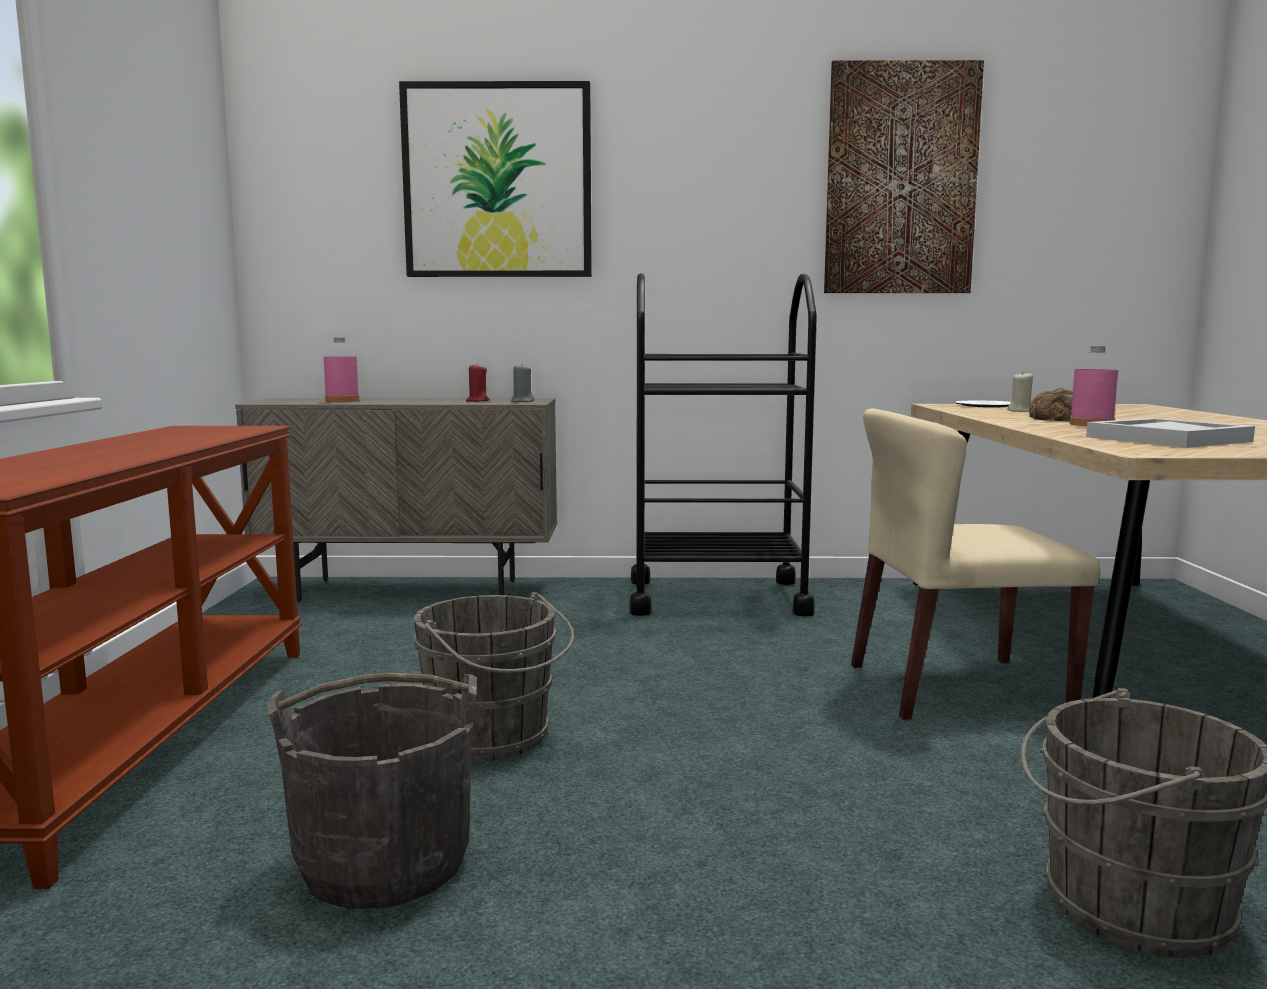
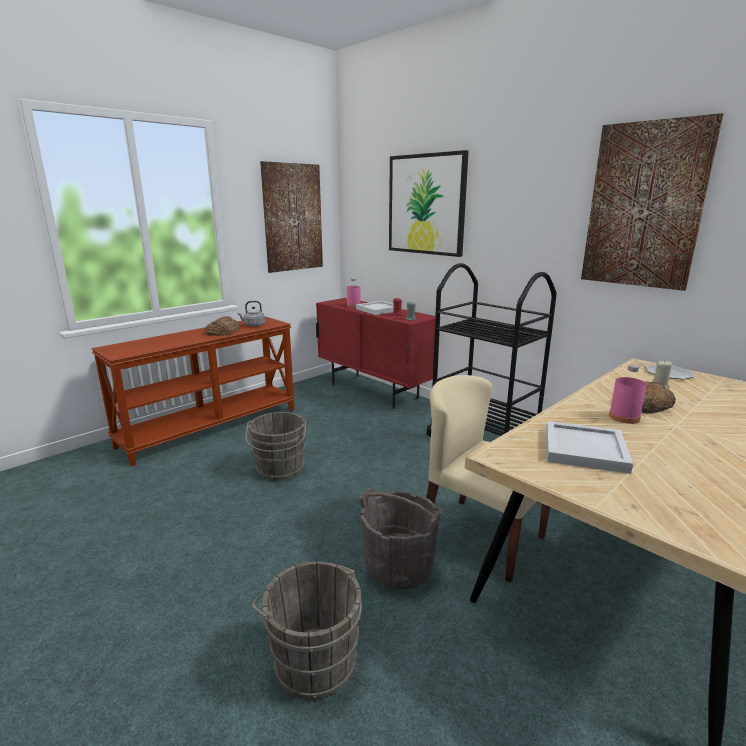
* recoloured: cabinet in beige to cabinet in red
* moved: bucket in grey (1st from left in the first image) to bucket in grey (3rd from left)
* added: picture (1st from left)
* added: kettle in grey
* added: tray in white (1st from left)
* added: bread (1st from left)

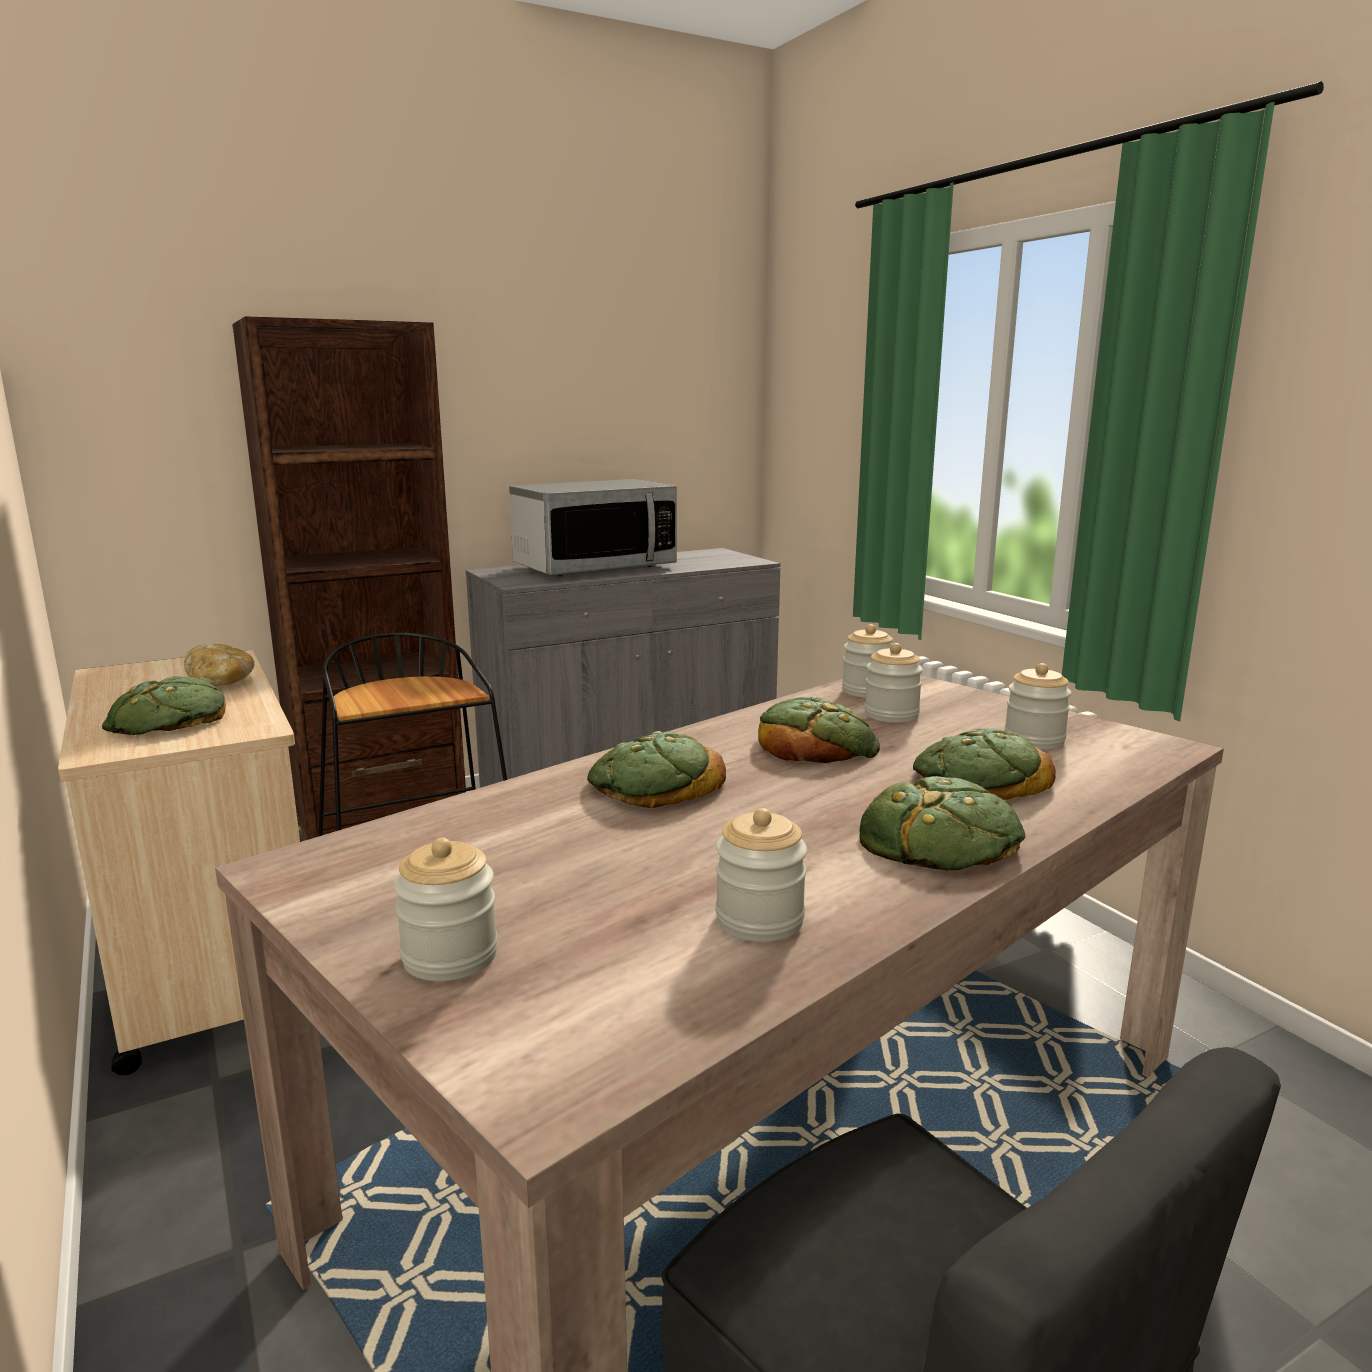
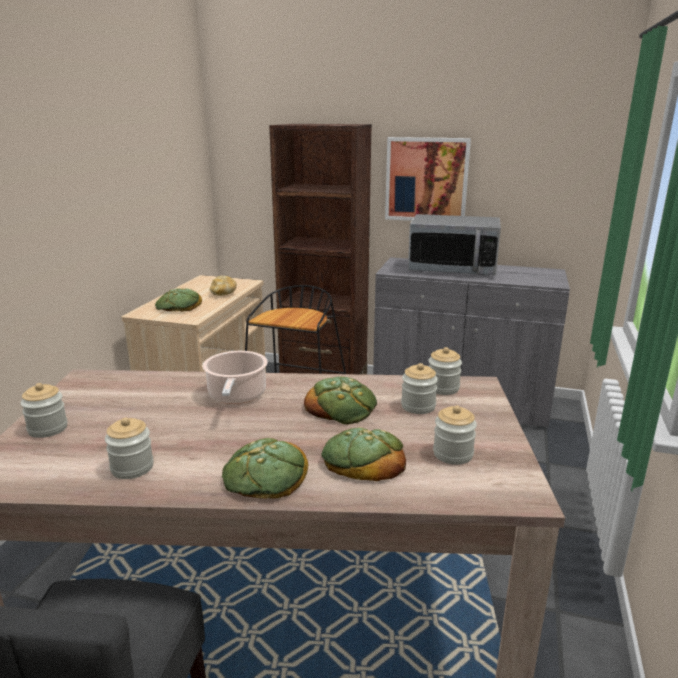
* replaced: bread (3rd from left) to cooking pot
* added: picture

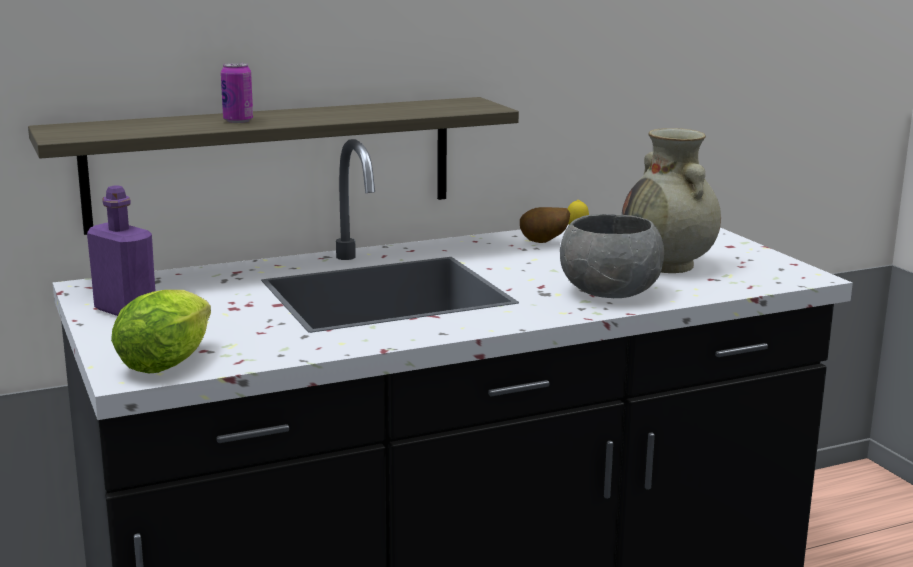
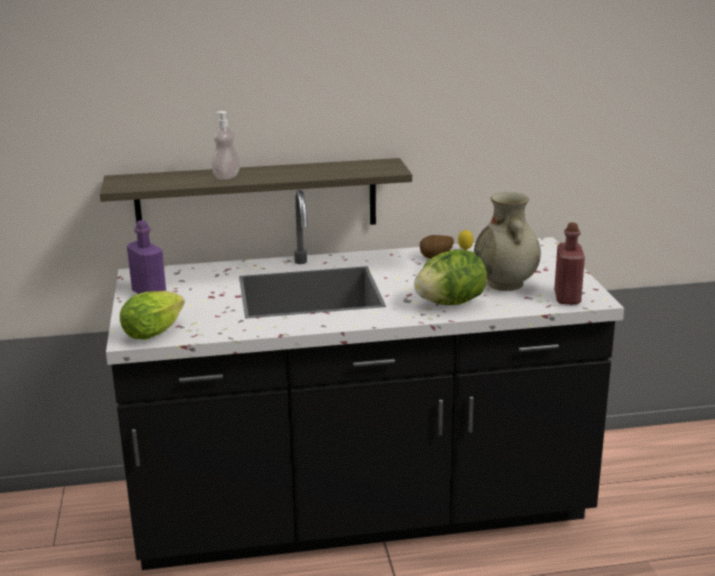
* replaced: can to soap dispenser
* replaced: bowl in grey to lettuce (2nd from left)
* added: bottle in red

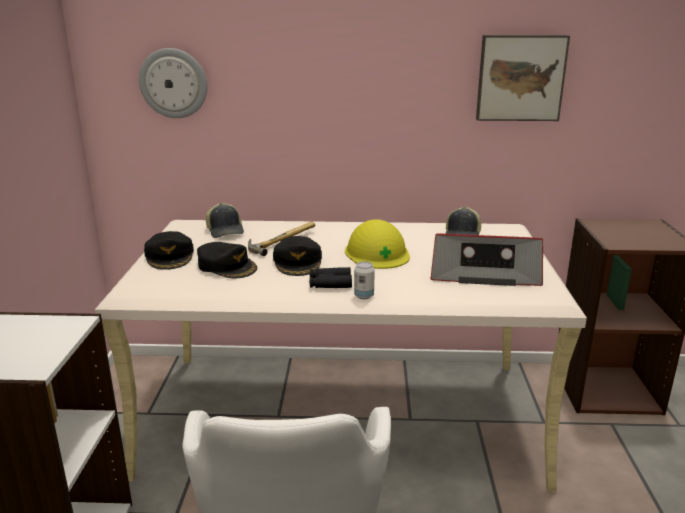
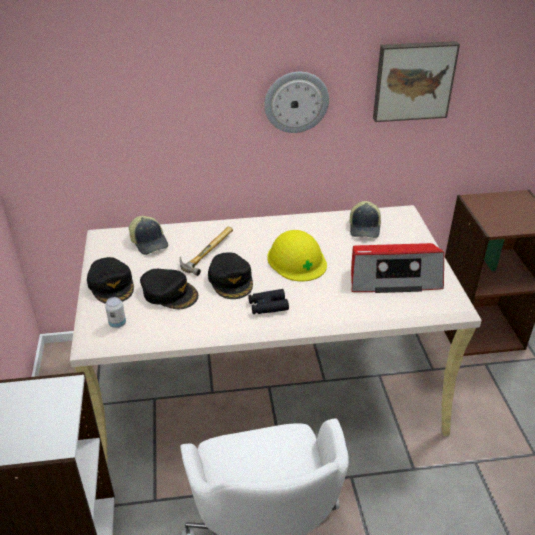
* moved: wall clock
* moved: can

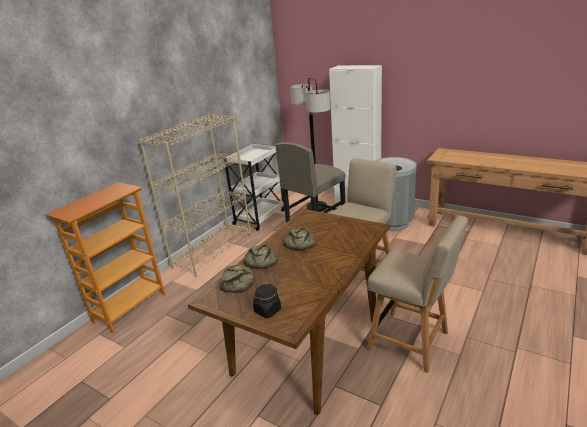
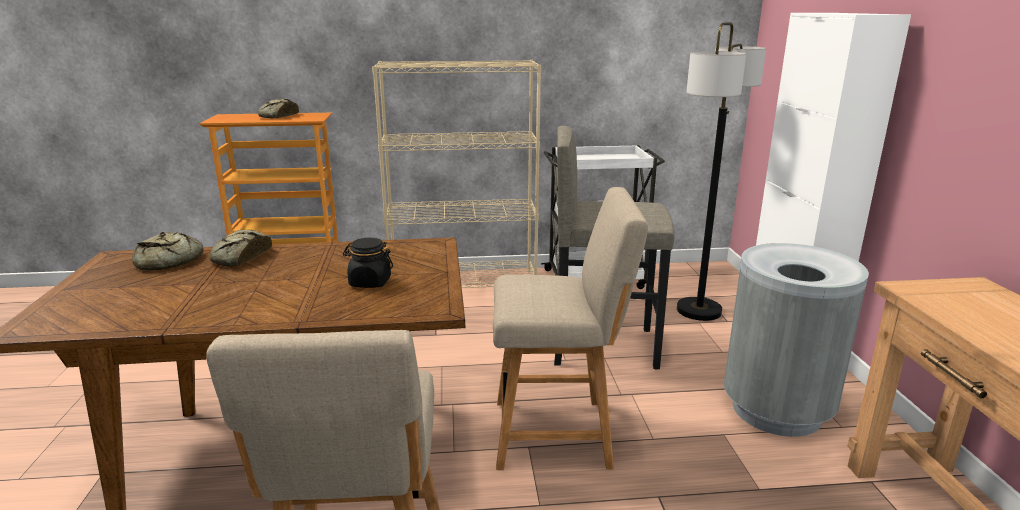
* moved: bread (3rd from left)
* moved: jar in black

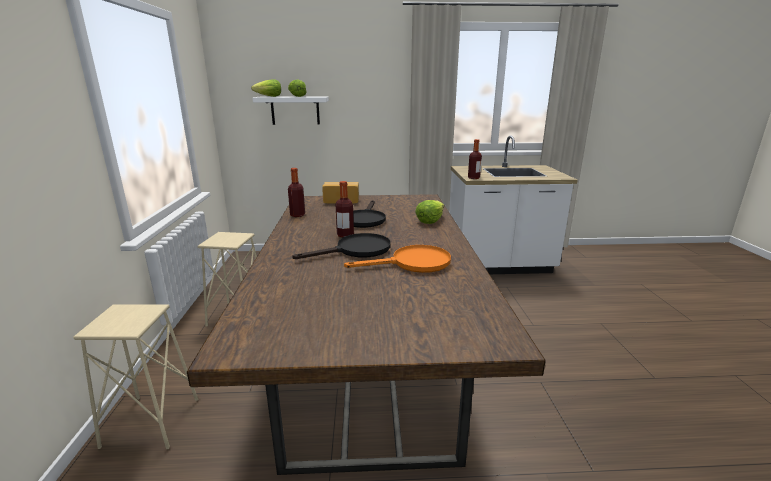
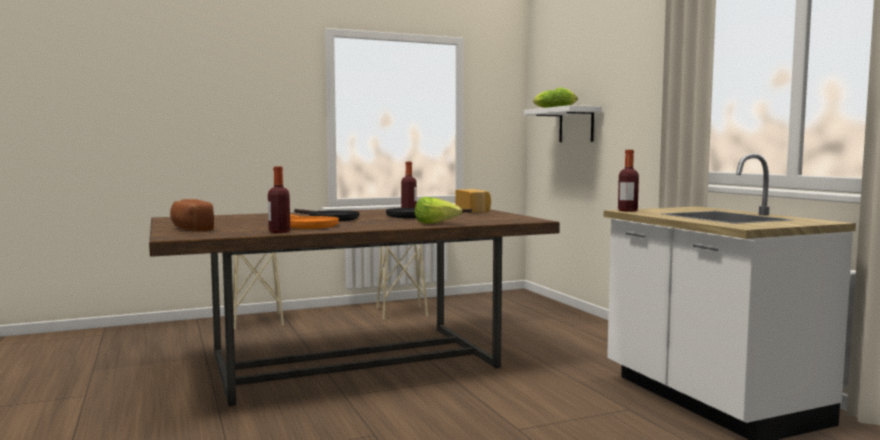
* moved: bottle (2nd from left in the first image) to bottle (1st from left)
* added: bread (1st from left)

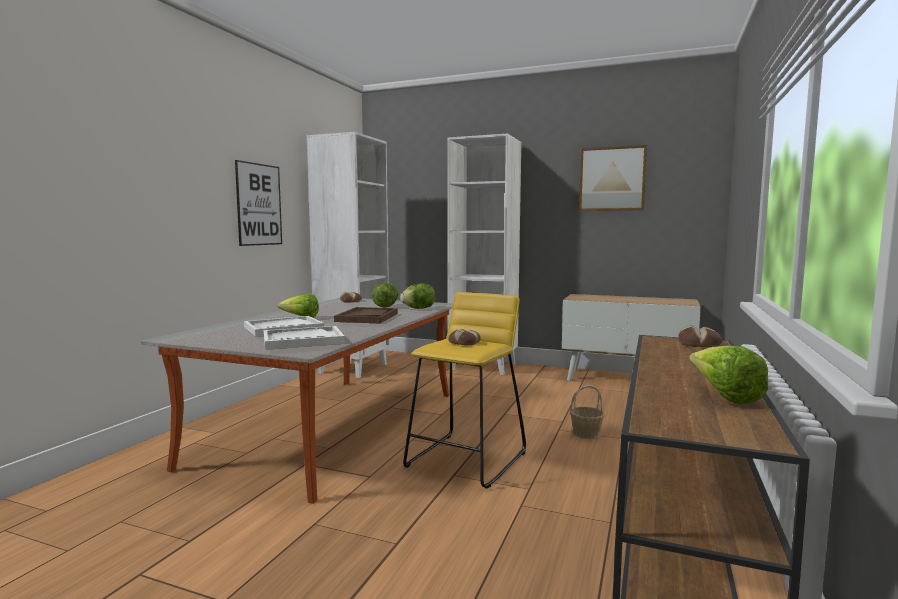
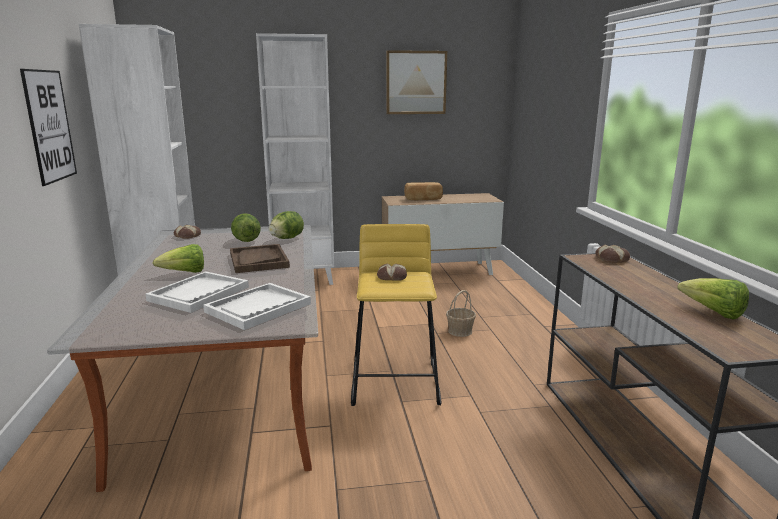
* added: bread (3rd from left)

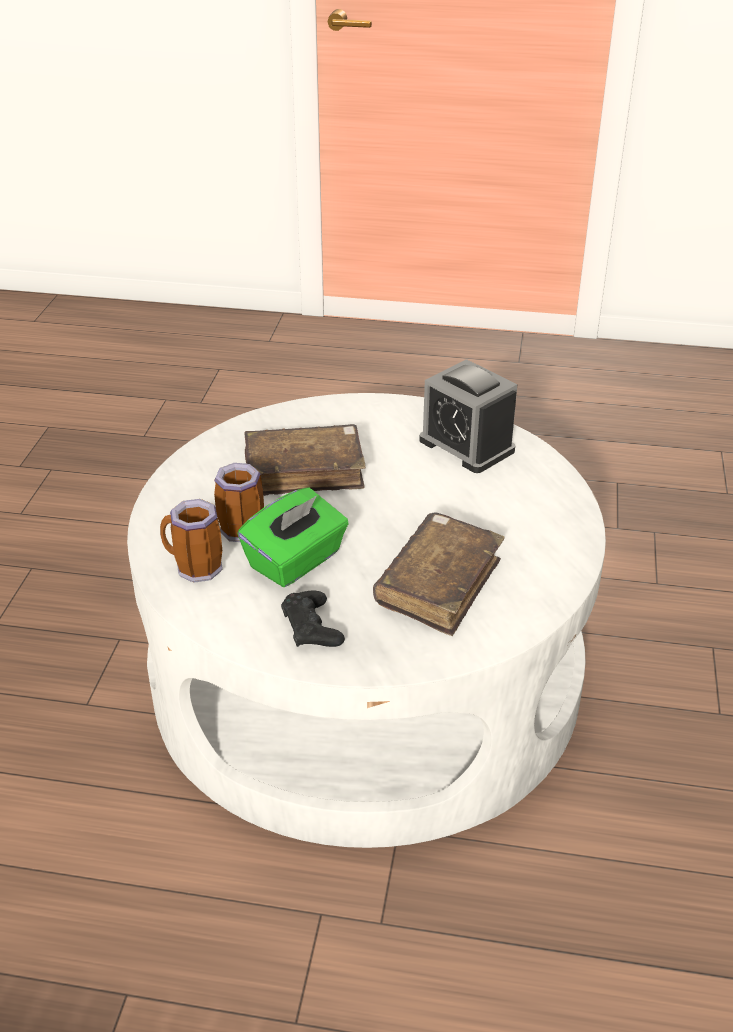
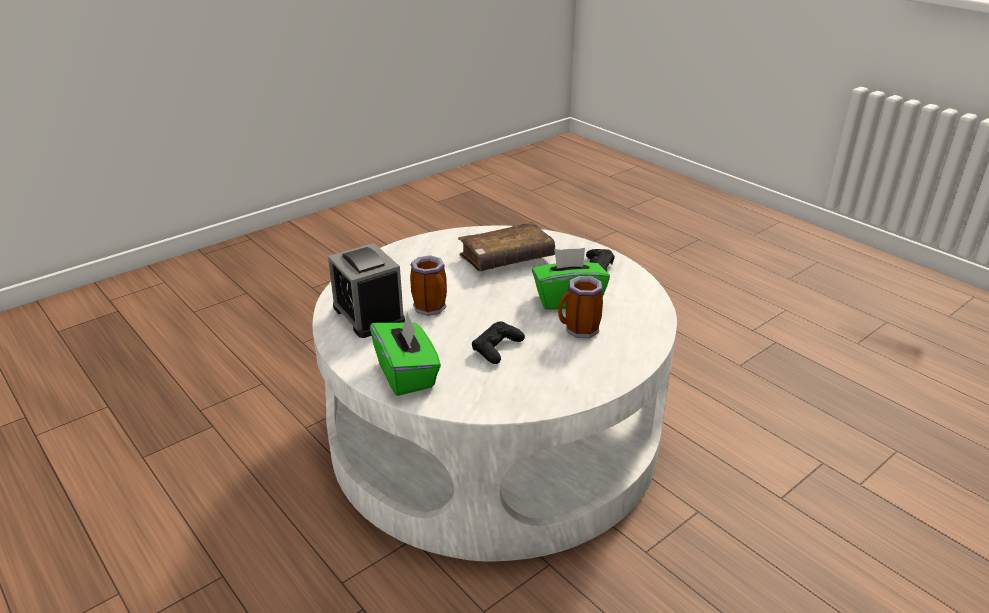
* turned: alarm clock 150 degrees clockwise
* replaced: book in brown (1st from left) to game controller in black (1st from left)
* moved: mug (1st from left)
* added: tissue box in green (1st from left)

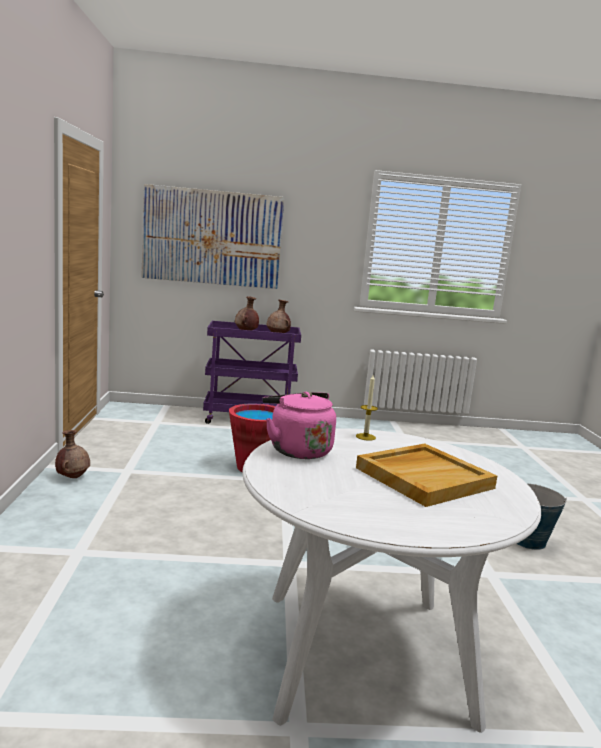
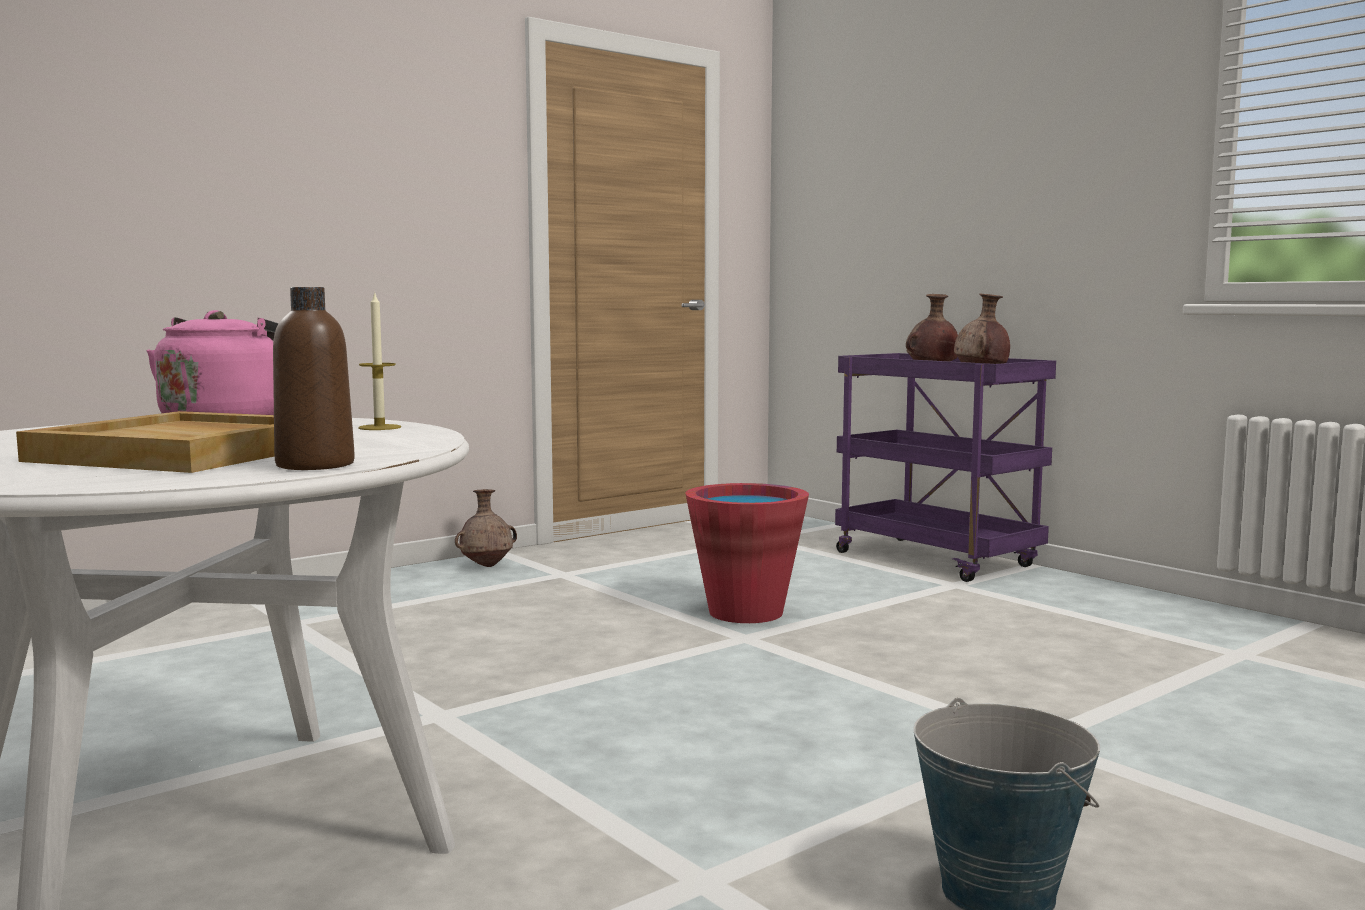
* removed: picture
* added: bottle in brown

